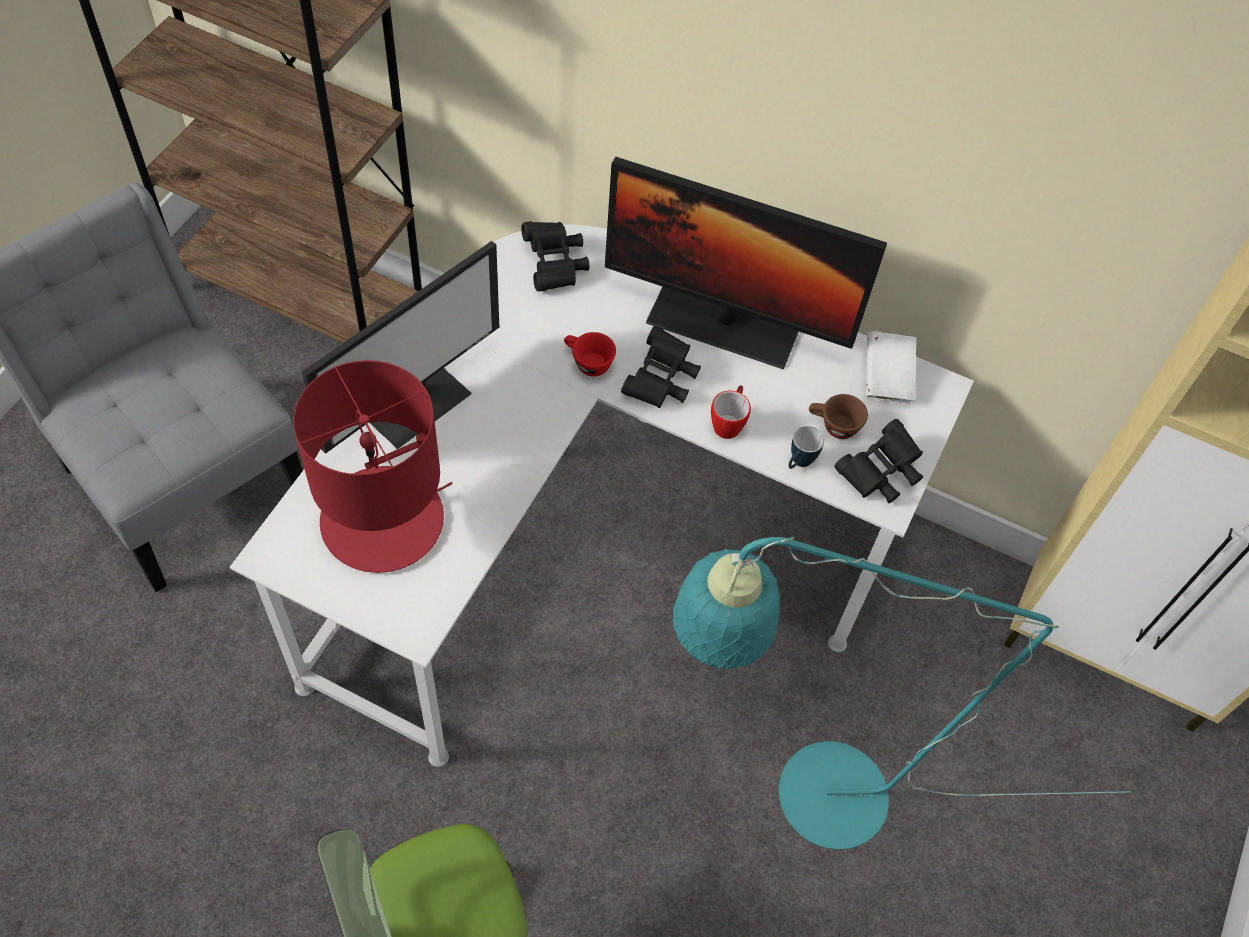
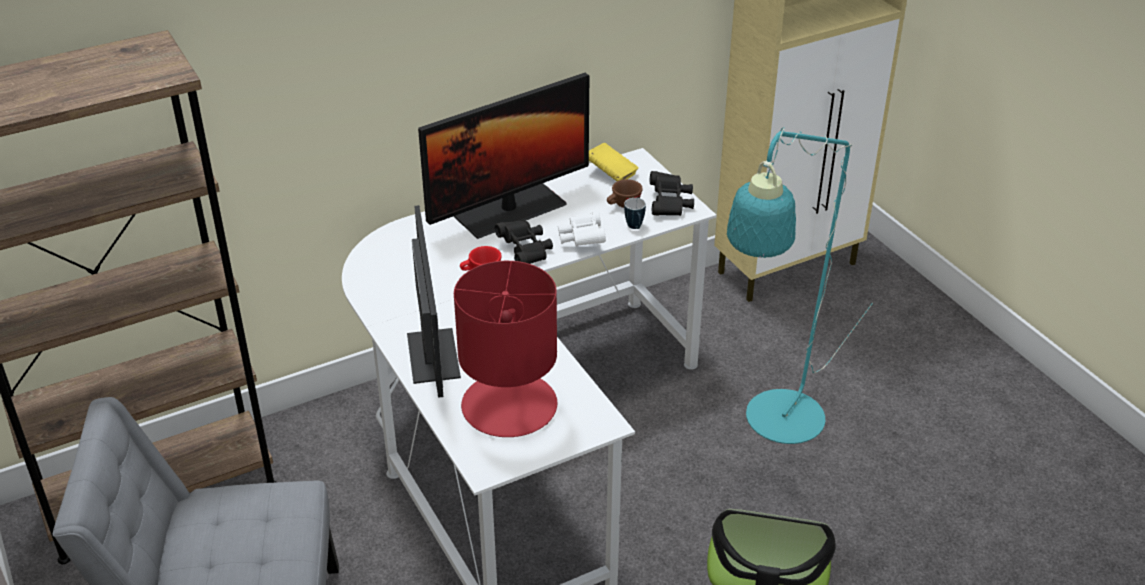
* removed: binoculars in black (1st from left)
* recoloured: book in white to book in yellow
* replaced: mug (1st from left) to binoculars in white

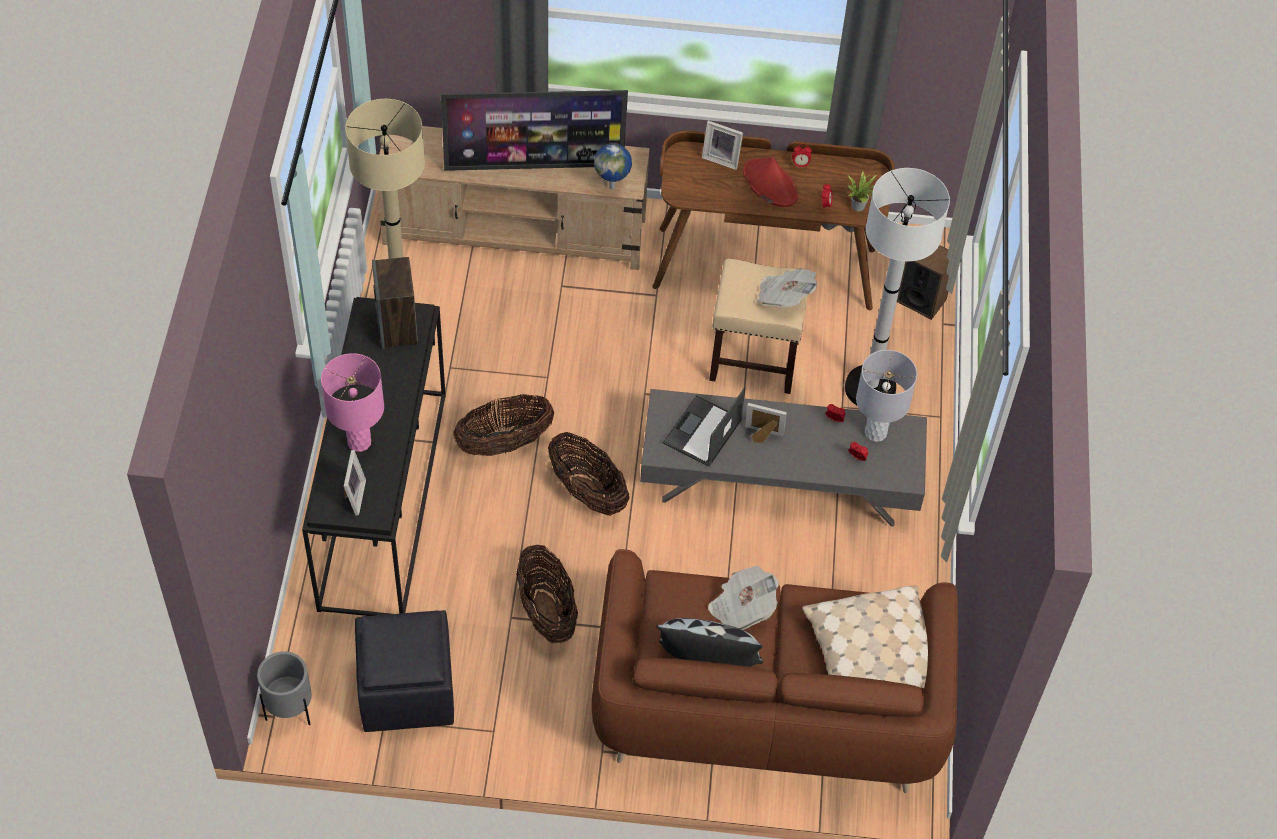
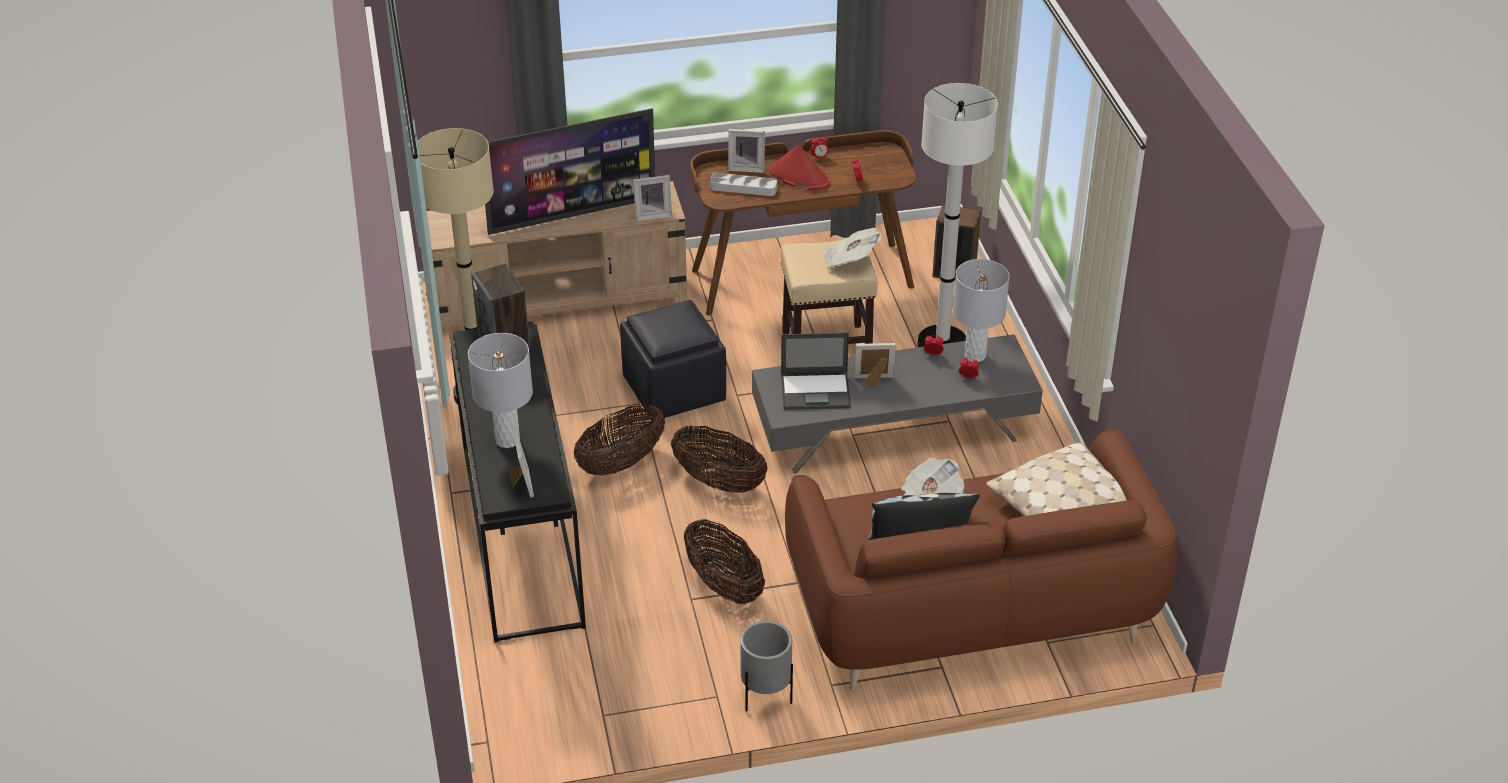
* replaced: globe to picture frame (2nd from left)
* removed: potted plant
* recoloured: table lamp in pink to table lamp in grey (1st from left)
* turned: laptop 105 degrees counterclockwise
* moved: ottoman in black
* moved: planter in grey
* added: tray in grey

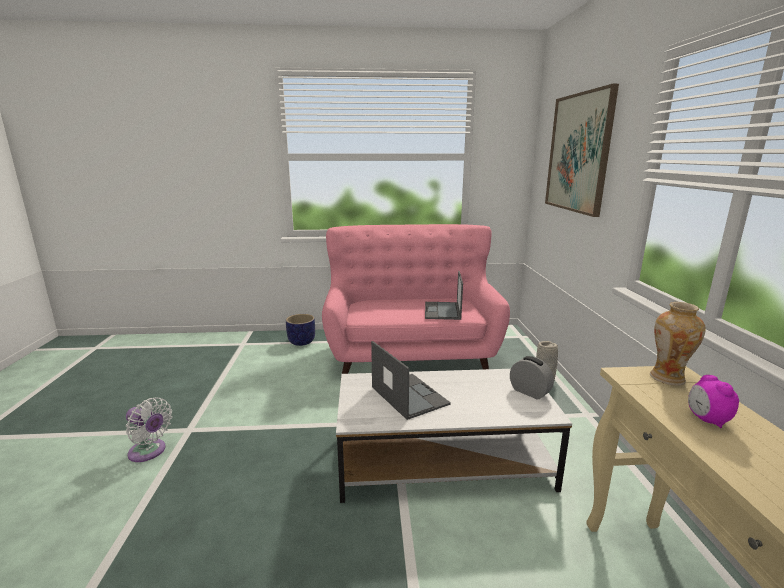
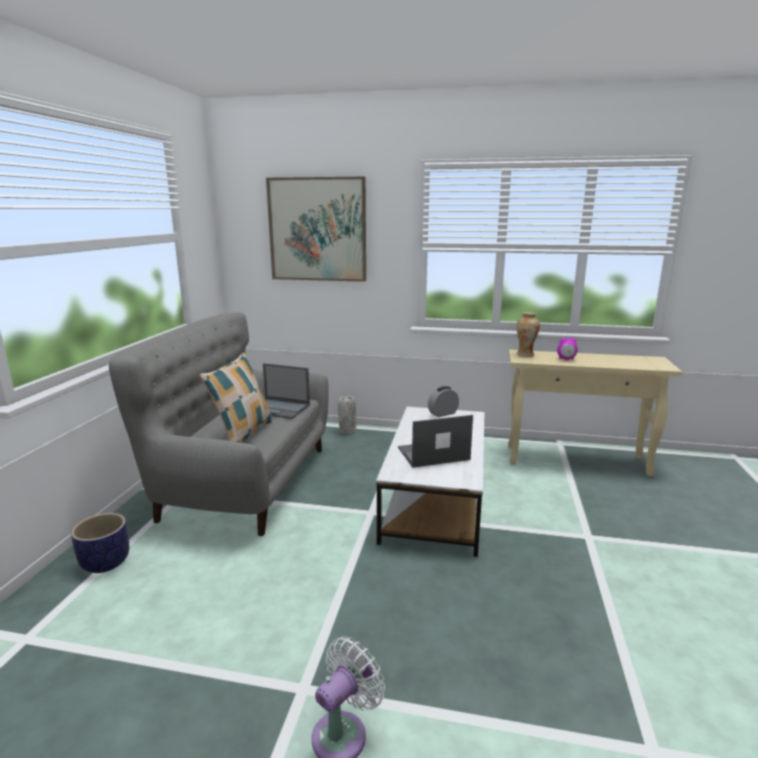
* recoloured: sofa in pink to sofa in grey
* added: pillow

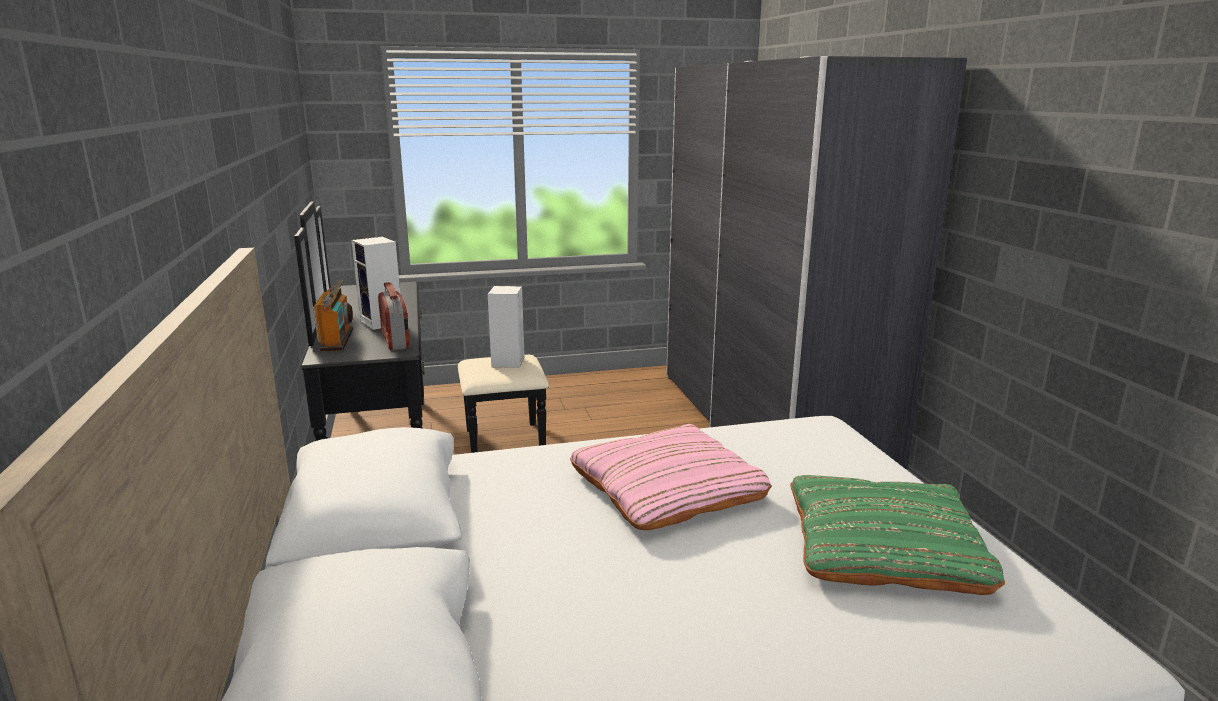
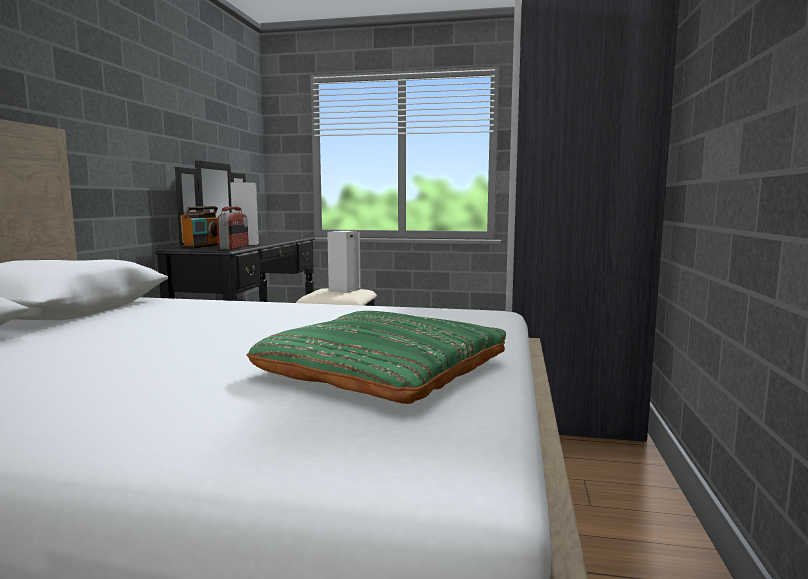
* removed: pillow in pink

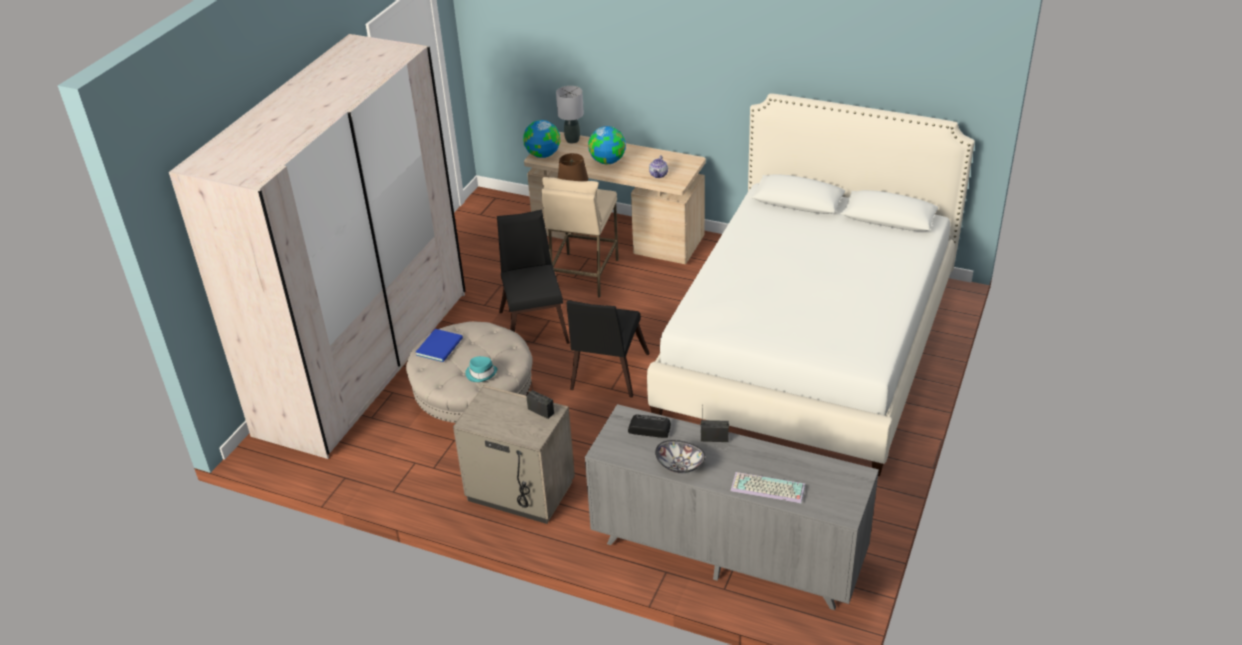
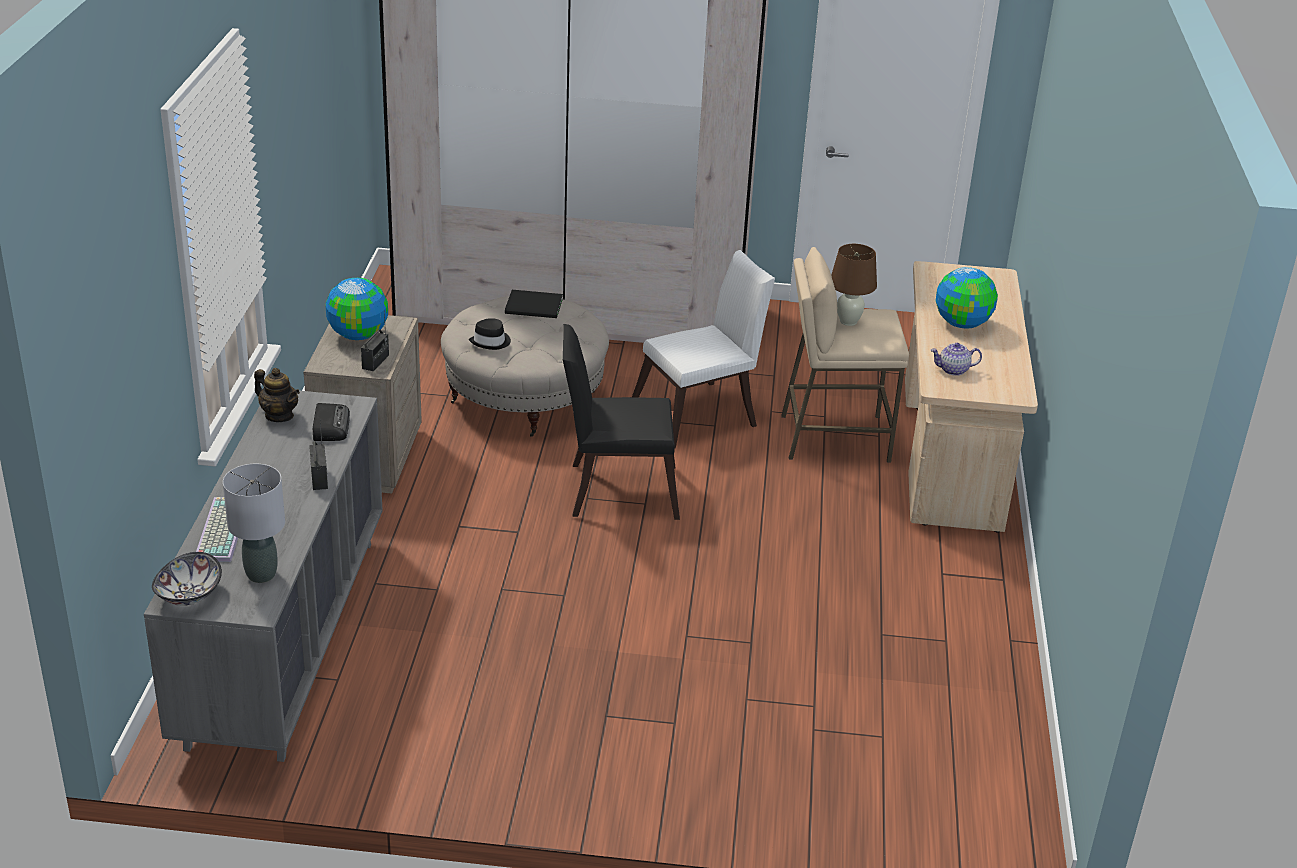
* moved: table lamp in grey
* removed: bed in white
* moved: globe (1st from left)
* recoloured: chair in black (1st from left) to chair in white
* recoloured: book in blue to book in black
* recoloured: hat in turquoise to hat in black
* moved: bowl
* added: teapot (1st from left)

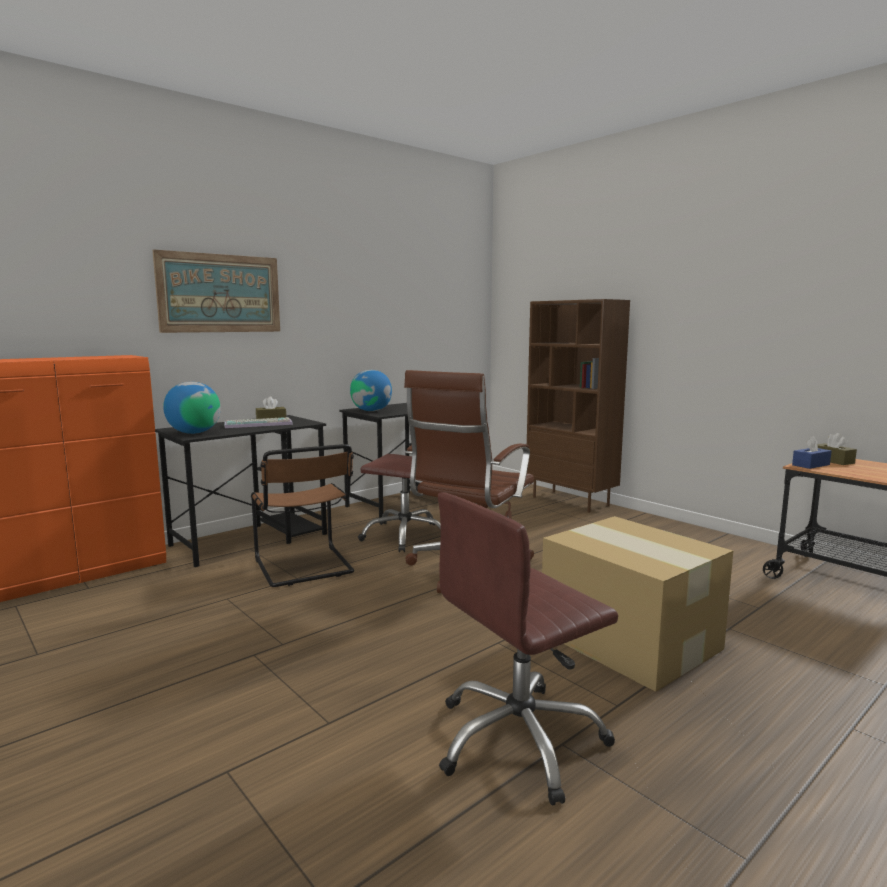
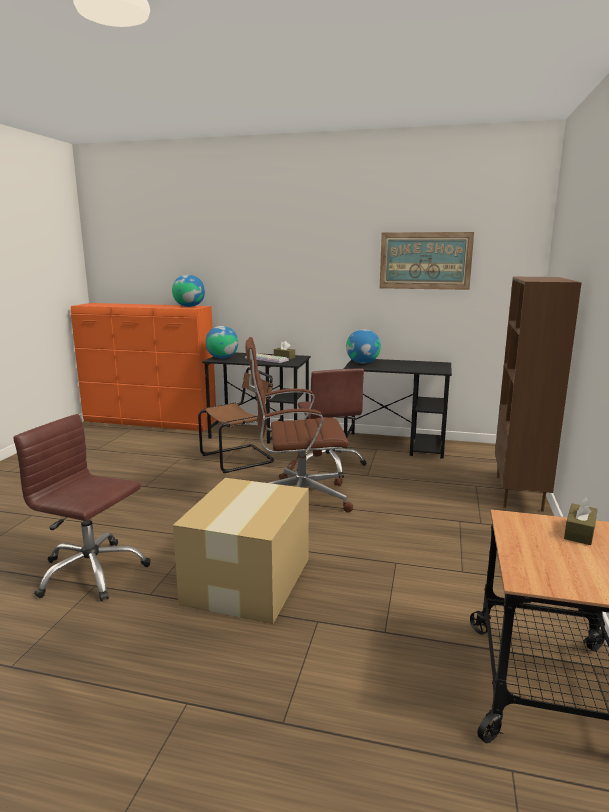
* moved: picture
* removed: tissue box in blue
* turned: chair in brown 150 degrees counterclockwise
* added: globe (1st from left)

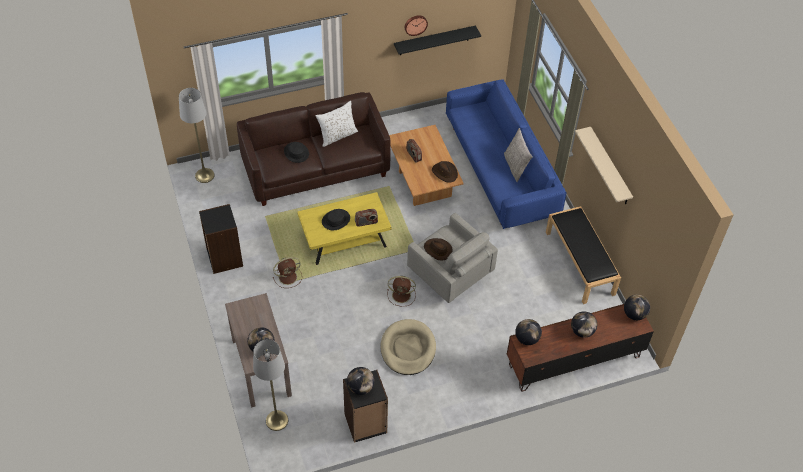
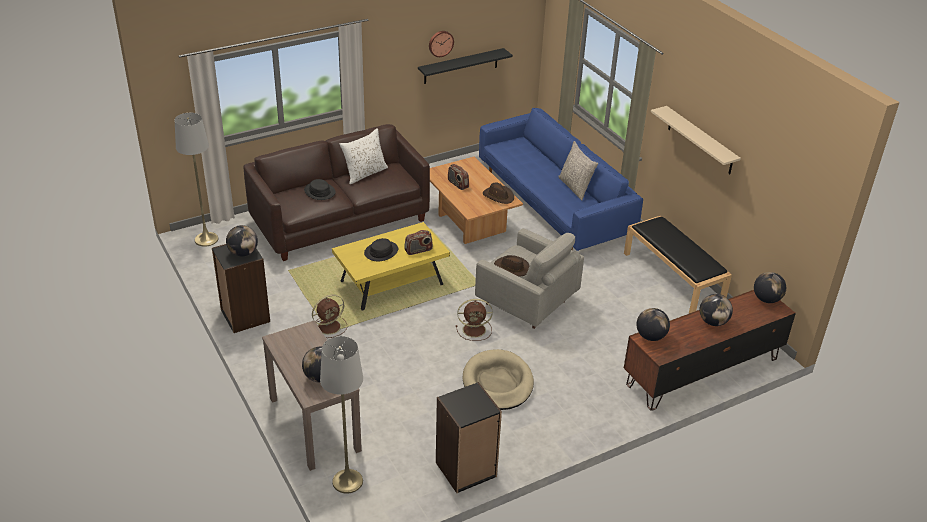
* moved: globe (2nd from left in the first image) to globe (1st from left)

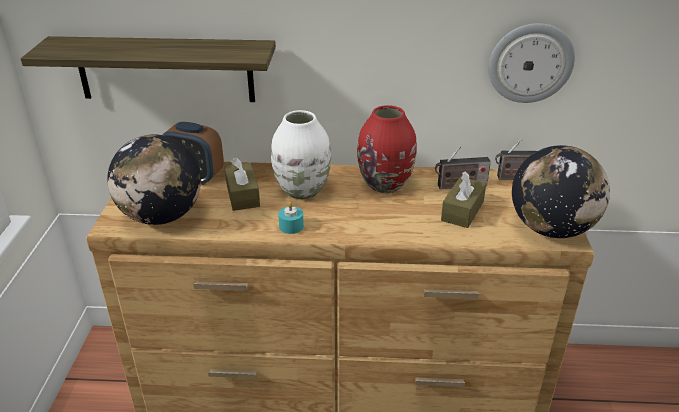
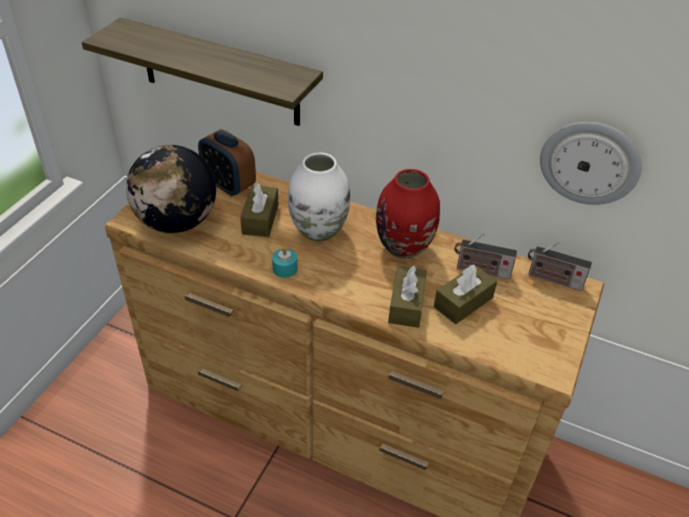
* removed: globe (2nd from left)
* added: tissue box in brown (2nd from left)

